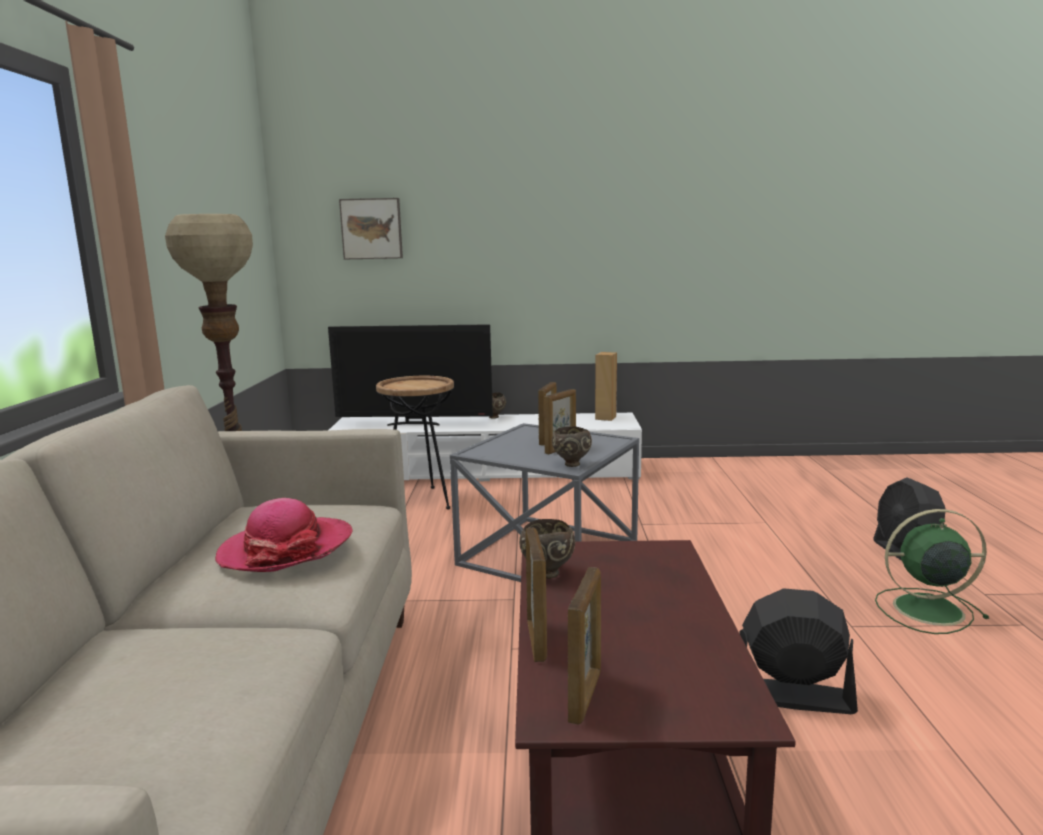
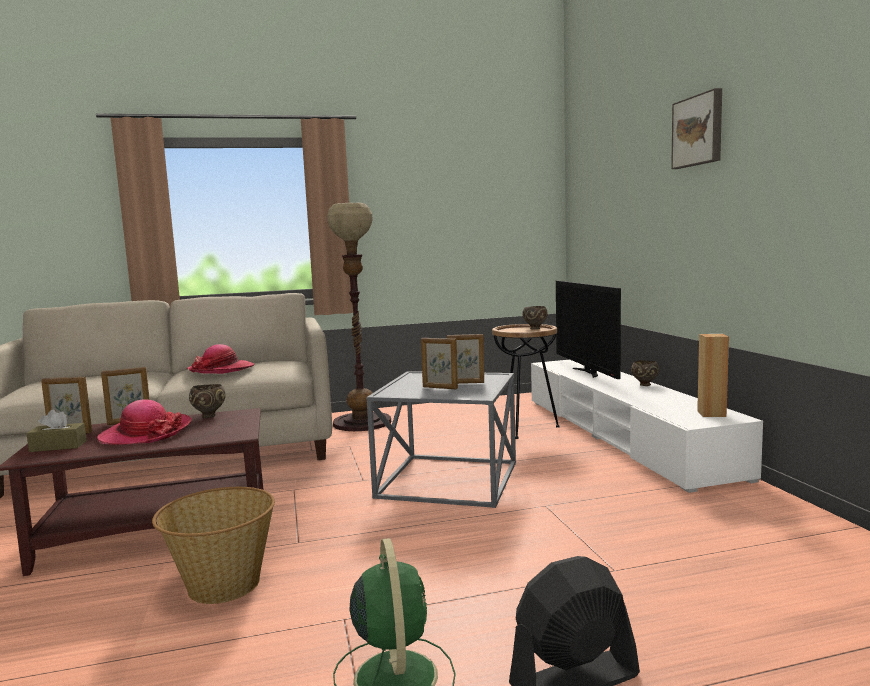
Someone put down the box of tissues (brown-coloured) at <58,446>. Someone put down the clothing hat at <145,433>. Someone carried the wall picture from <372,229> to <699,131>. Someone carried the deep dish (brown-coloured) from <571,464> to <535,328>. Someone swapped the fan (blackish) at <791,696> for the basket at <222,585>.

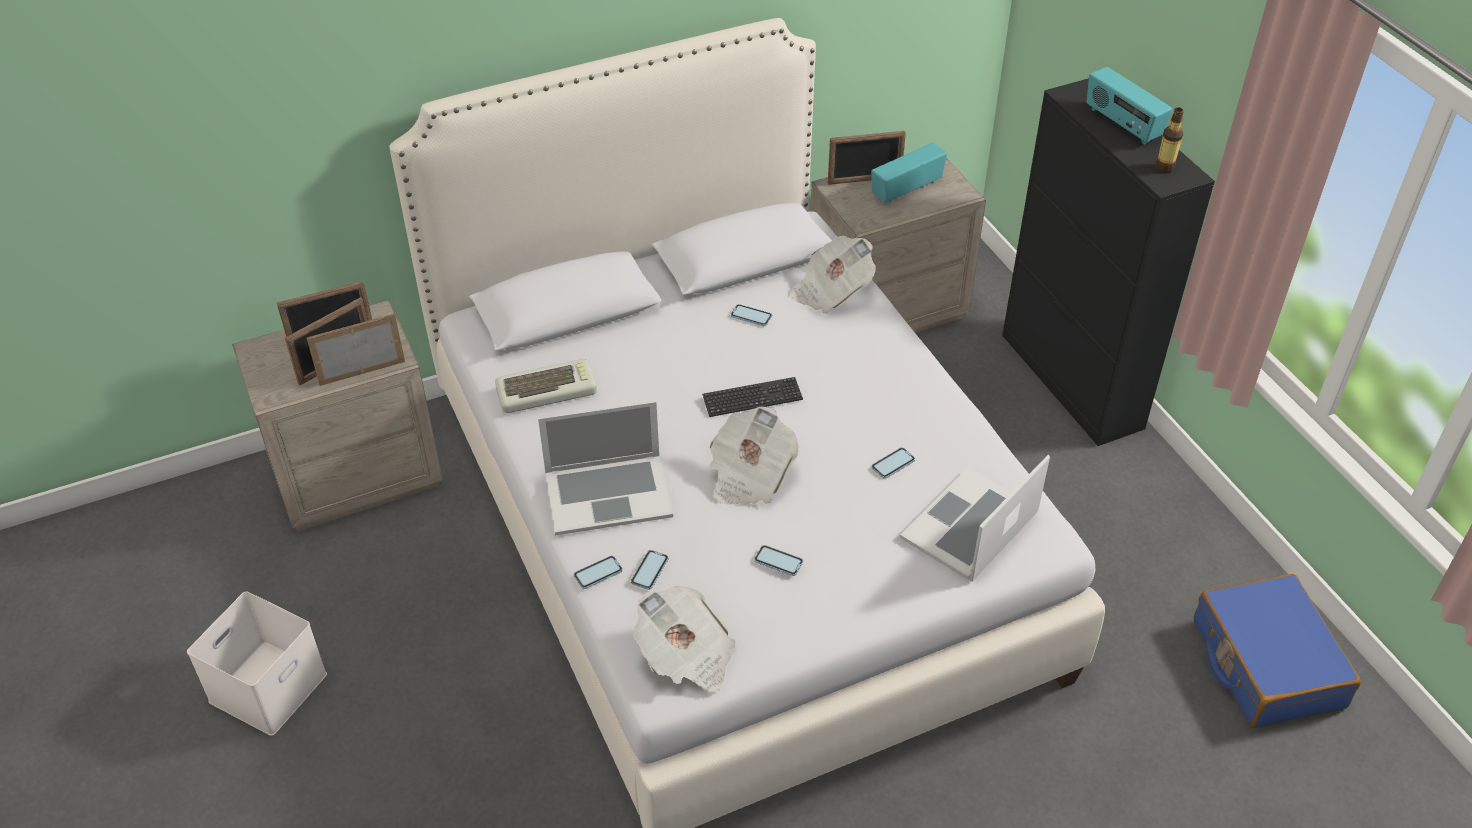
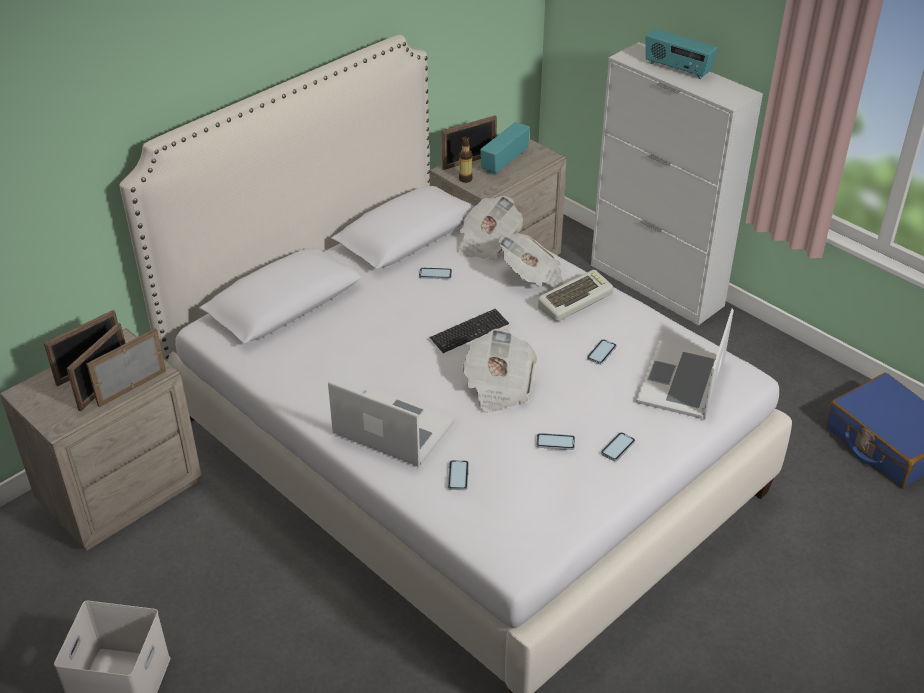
Someone carried the computer keyboard from <547,390> to <574,300>. Someone carried the telephone from <598,573> to <617,447>. Someone carried the daily paper from <686,656> to <532,276>. Someone carried the drink bottle from <1164,168> to <465,179>. Someone repainted the cupboard (blackish) at <1071,381>, which became the cupboard (white) at <656,286>. Someone rotated the portable computer at <608,493> by 120 degrees counterclockwise.

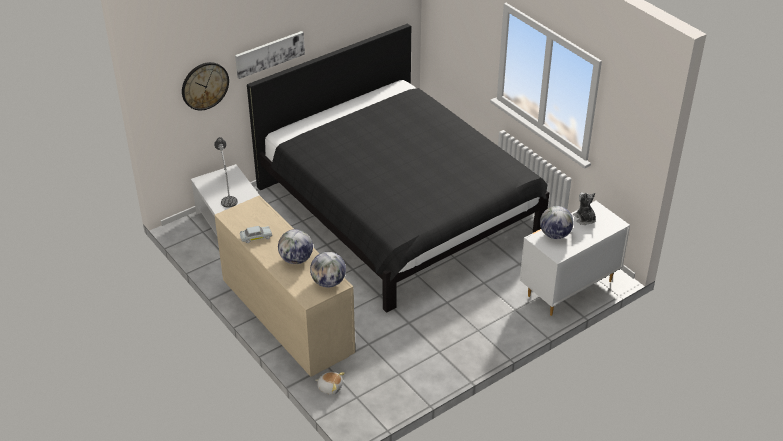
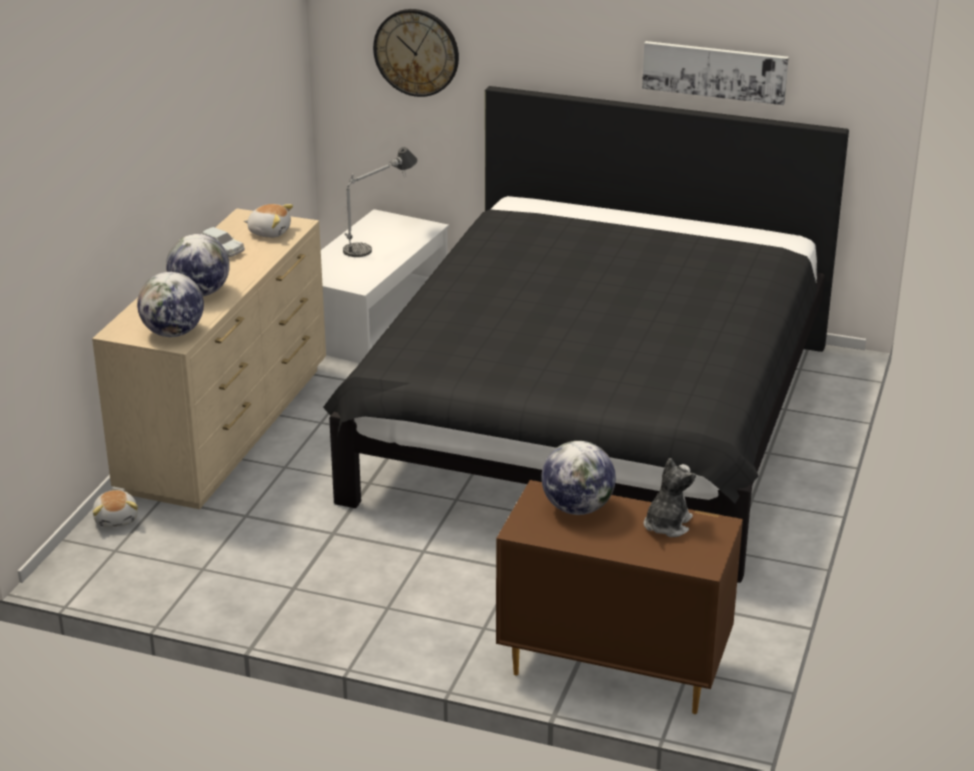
Someone put down the plush toy at <269,232>. Someone carried the wall picture from <269,54> to <714,71>. Someone repainted the chest of drawers (white) at <568,288>, which became the chest of drawers (brown-coloured) at <612,668>.

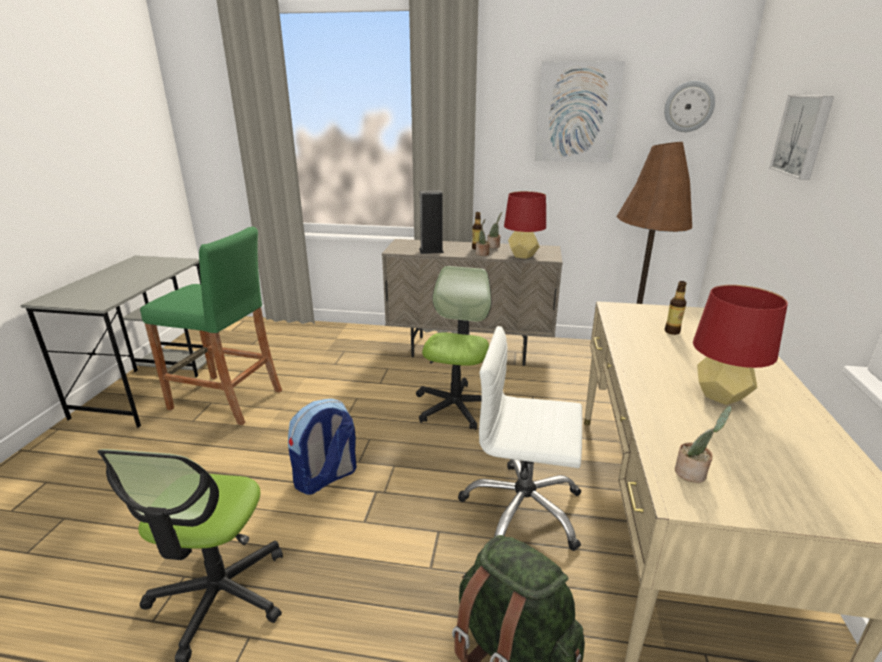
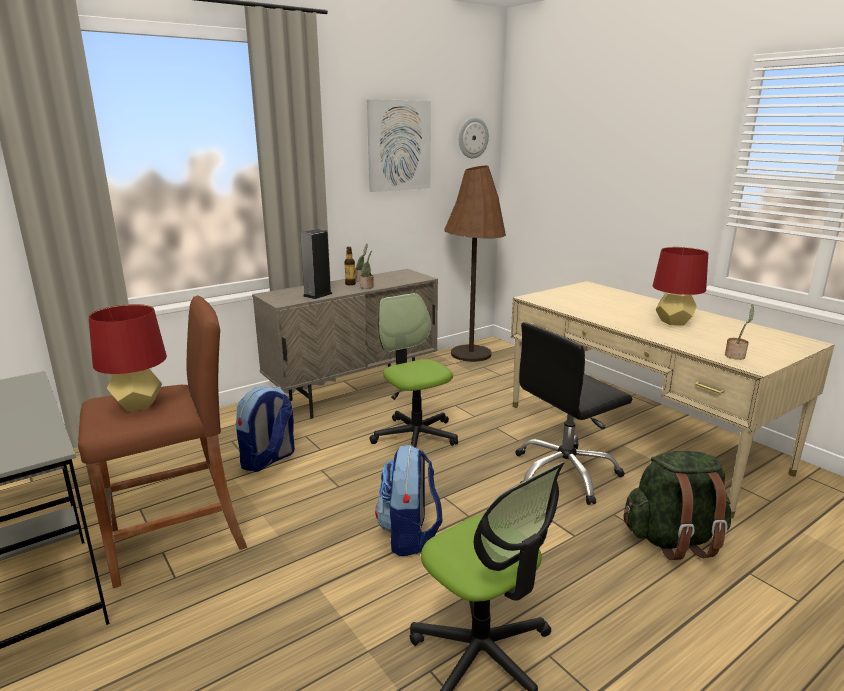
Someone took away the drink bottle at <672,331>. Someone took away the wall picture at <803,135>. Someone put down the knapsack at <268,460>. Someone carried the tabletop lamp (red-coloured) from <523,256> to <138,404>. Someone repainted the stool (green-coloured) at <226,399>, which became the stool (brown-coloured) at <177,540>. Someone repainted the computer chair (white) at <522,510>, which became the computer chair (blackish) at <565,473>.

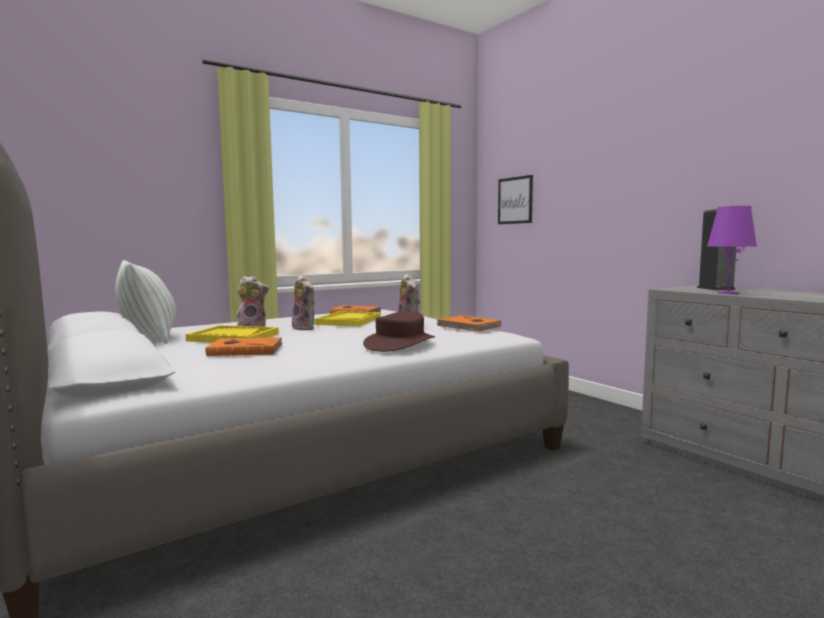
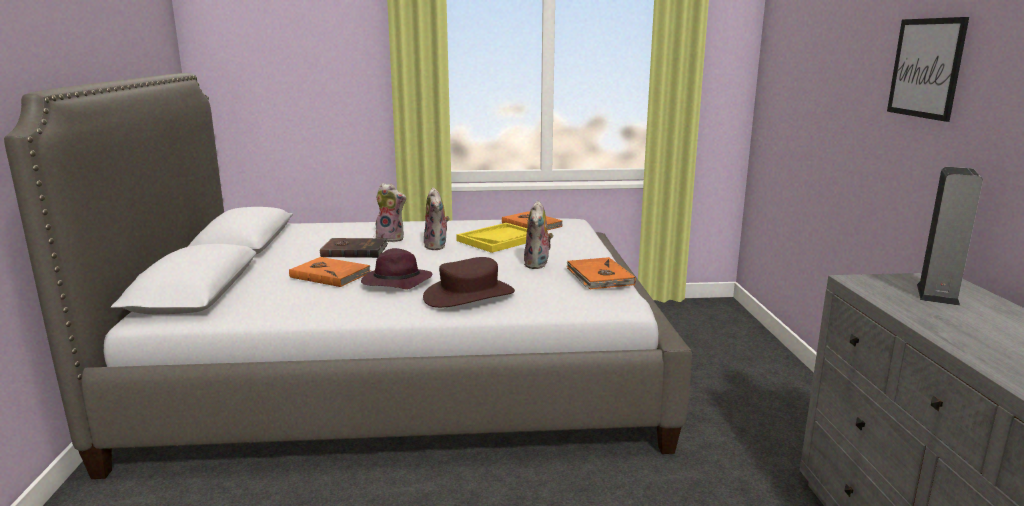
Someone took away the pillow at <149,338>. Someone took away the tabletop lamp (purplish) at <728,293>. Someone put down the clothing hat (purplish) at <395,283>. Someone carried the wall picture from <515,200> to <926,68>. Someone swapped the serving tray (yellowish) at <233,337> for the book (brown-coloured) at <354,250>.

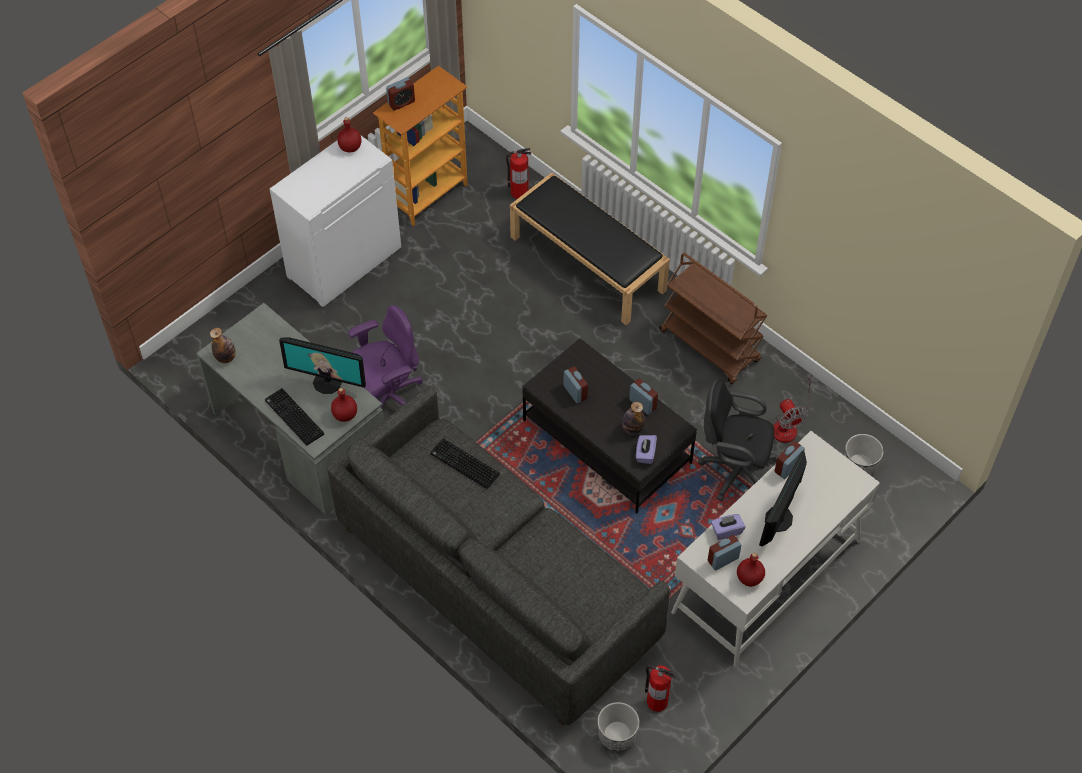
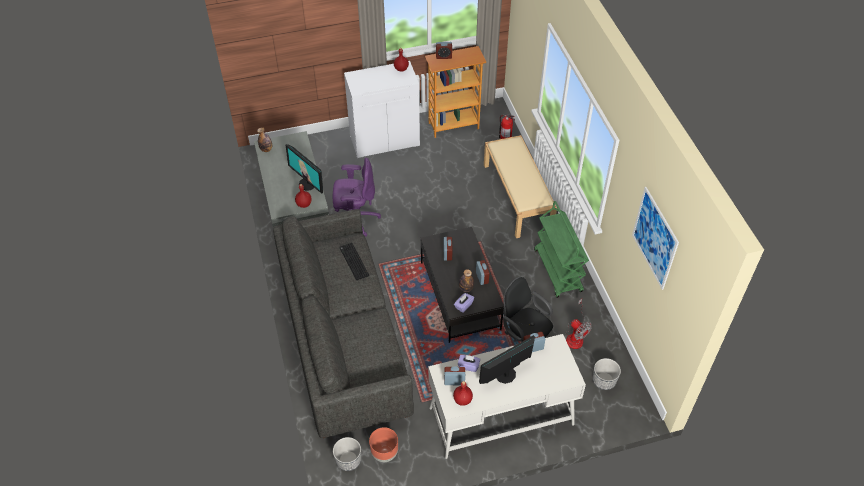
Someone took away the computer keyboard at <293,417>. Someone put up the wall picture at <655,238>. Someone swapped the fire extinguisher at <656,701> for the planter (brown-coloured) at <385,453>. Someone repainted the long seat (blackish) at <589,263>, which became the long seat (beige) at <518,196>. Someone repainted the wheeled cart (brown-coloured) at <710,346>, which became the wheeled cart (green-coloured) at <558,271>. Someone rotated the fan at <788,424> by 45 degrees counterclockwise.

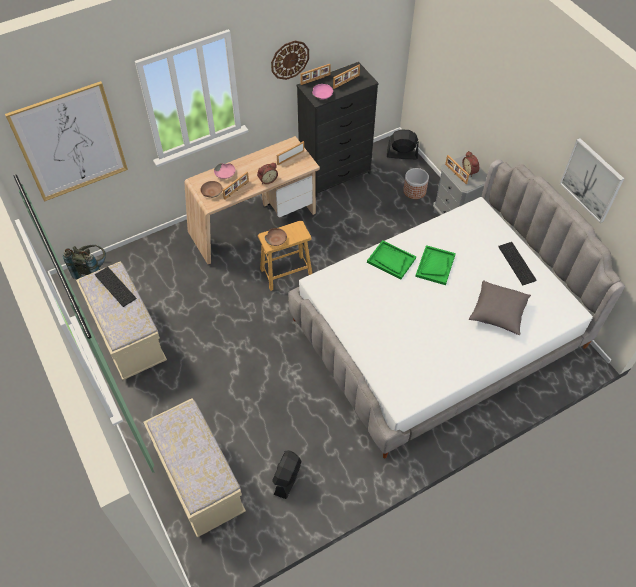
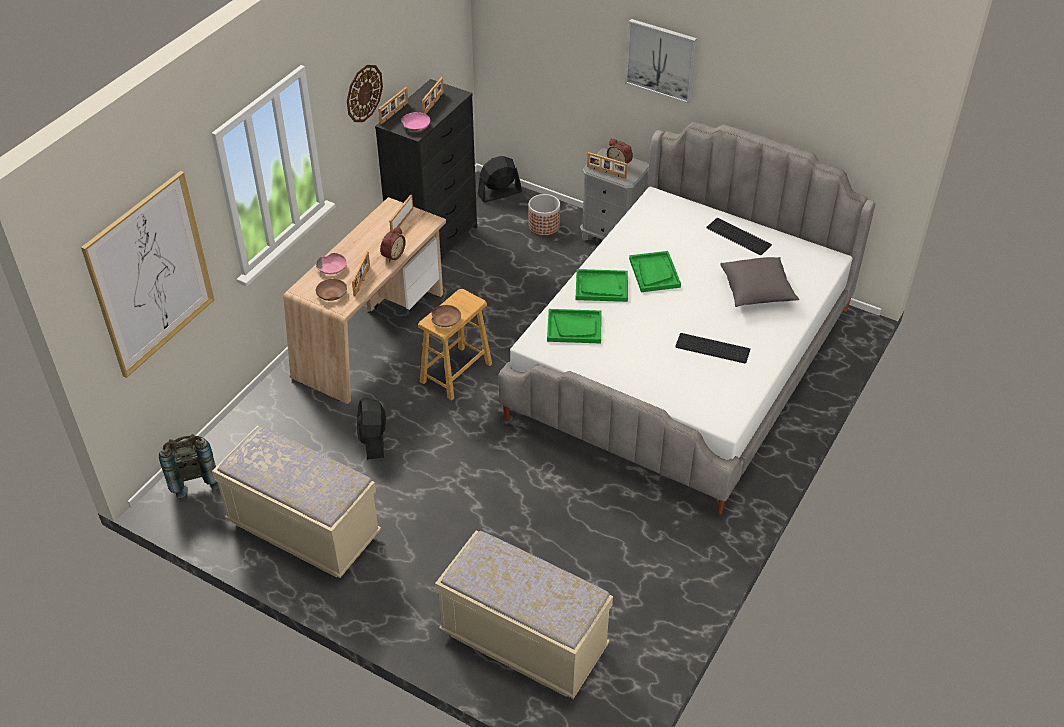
Someone put down the serving tray (green-coloured) at <574,327>. Someone carried the computer keyboard from <114,287> to <711,349>. Someone carried the fan (blackish) from <287,478> to <373,440>. Someone carried the wall picture from <592,180> to <661,60>.

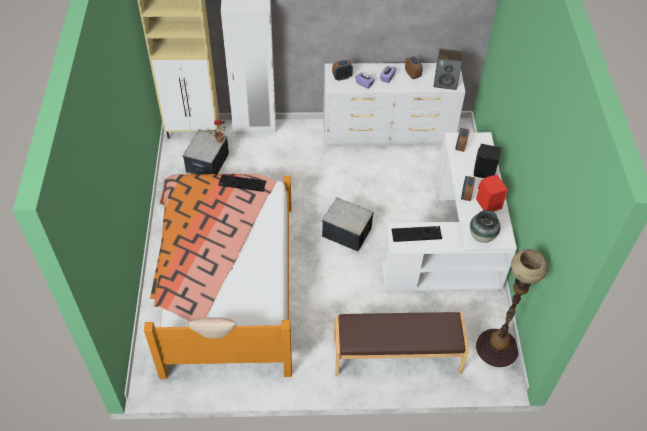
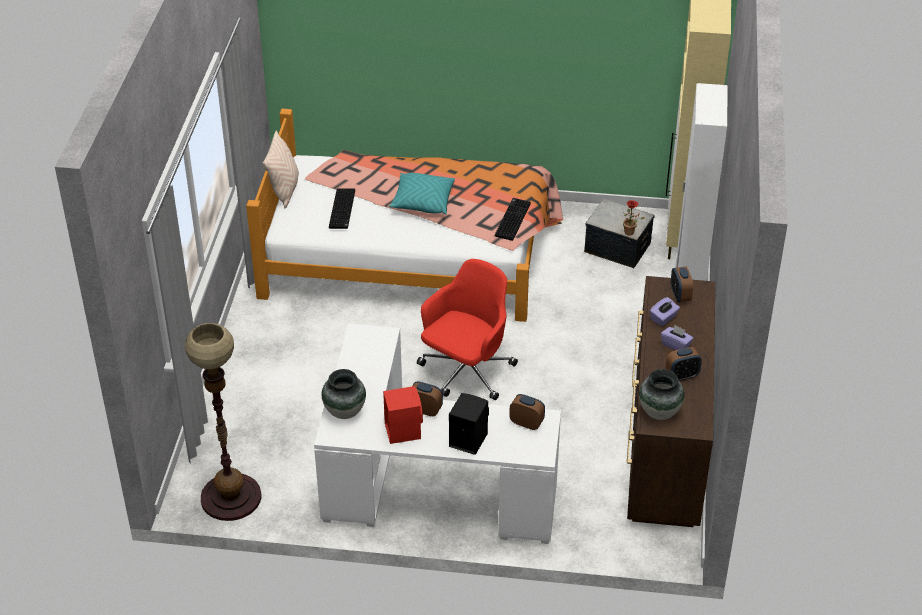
Someone took away the long seat (brown-coloured) at <396,356>. Someone put down the pillow (blue-green) at <422,202>. Someone carried the computer keyboard from <416,233> to <343,210>. Someone swapped the storage container at <346,232> for the computer chair (red-coloured) at <466,372>. Someone swapped the loudspeaker at <445,83> for the vase at <659,412>. Someone repainted the chest of drawers (white) at <388,134>, which became the chest of drawers (brown-coloured) at <665,447>.

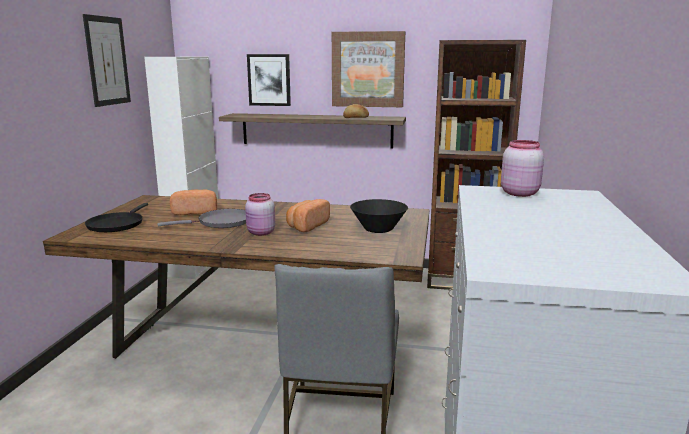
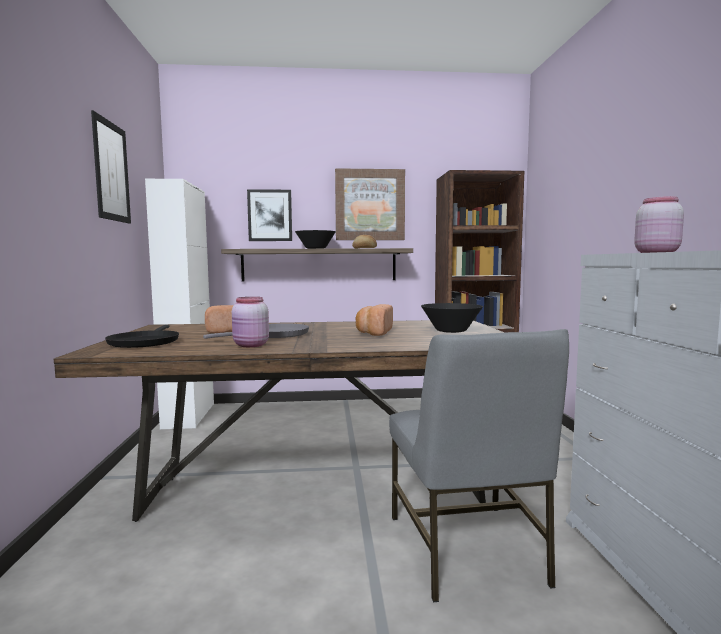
Someone put down the deep dish (blackish) at <315,248>. Someone carried the jar (pinkish) from <260,233> to <251,345>.

